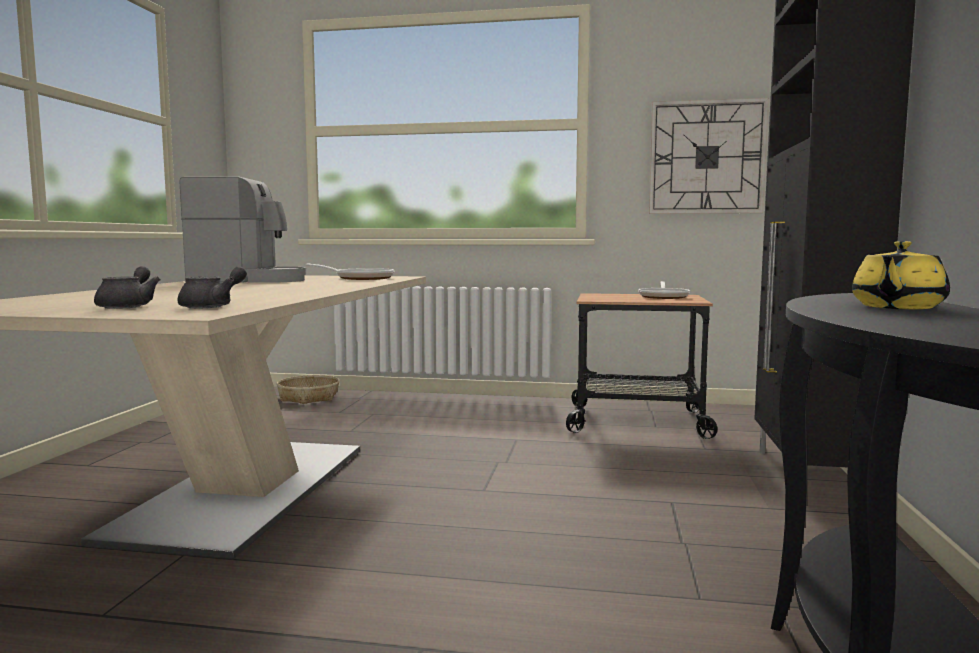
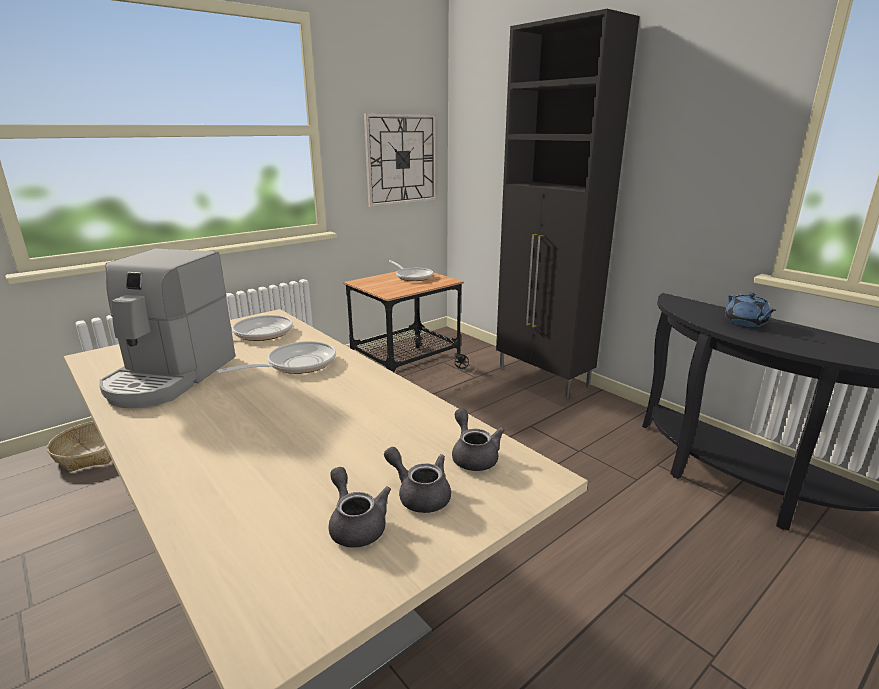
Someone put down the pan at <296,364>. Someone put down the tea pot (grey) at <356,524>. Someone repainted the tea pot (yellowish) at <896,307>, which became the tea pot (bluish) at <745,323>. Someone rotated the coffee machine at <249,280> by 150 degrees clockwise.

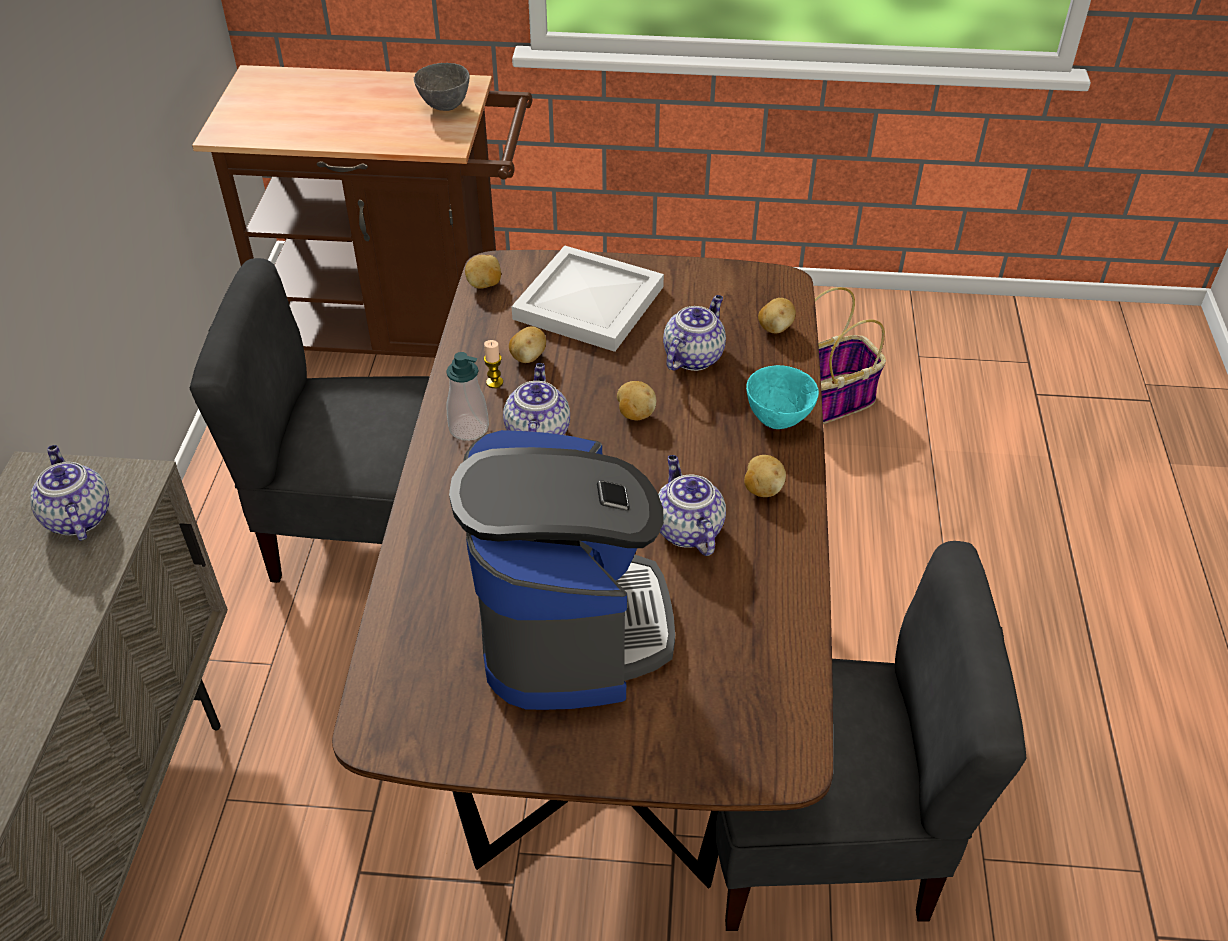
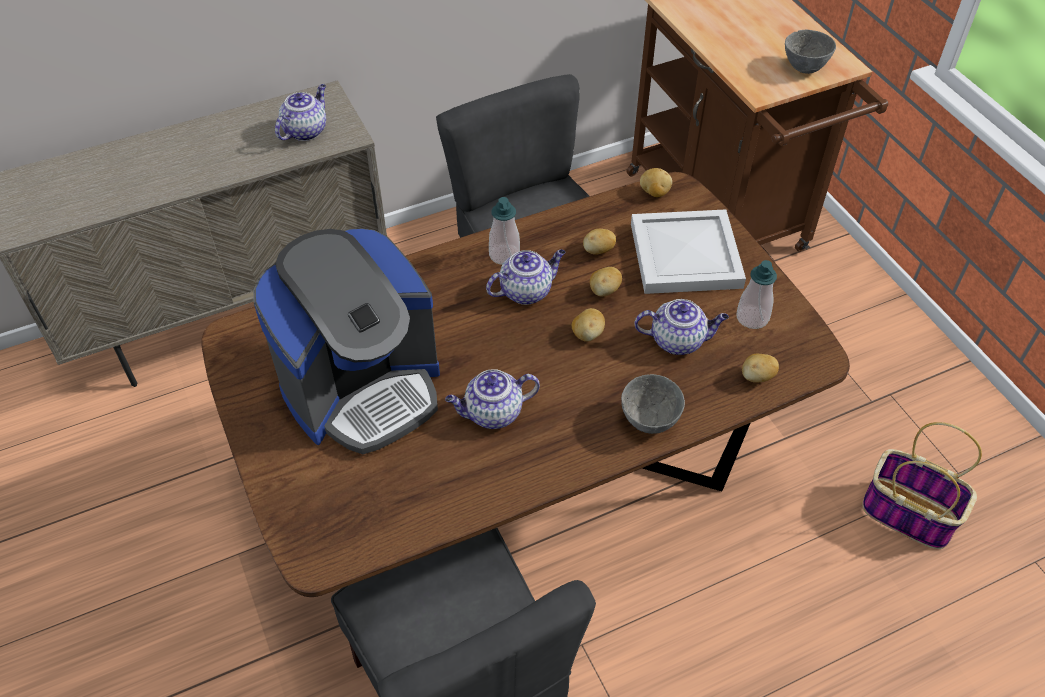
Someone took away the wax candle at <494,382>. Someone put down the soap dispenser at <752,318>. Someone carried the whole potato from <762,489> to <604,291>. Someone repainted the deep dish (blue-green) at <778,418>, which became the deep dish (grey) at <650,421>. Someone rotated the tea pot at <686,529> by 150 degrees counterclockwise.

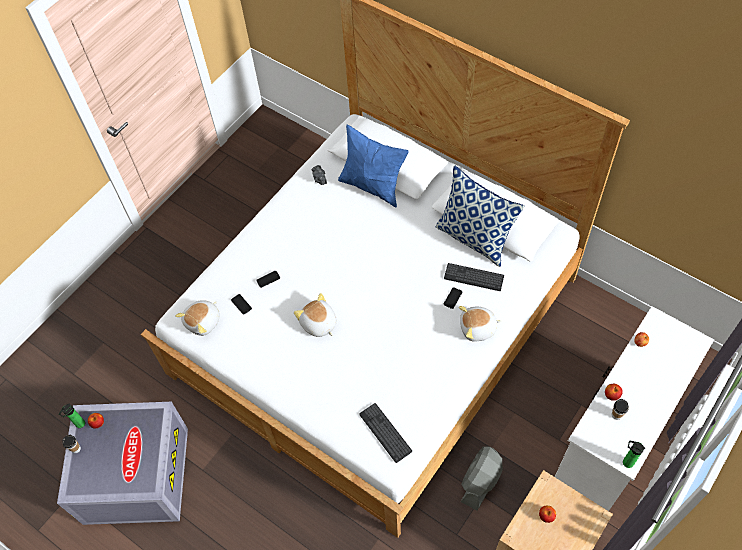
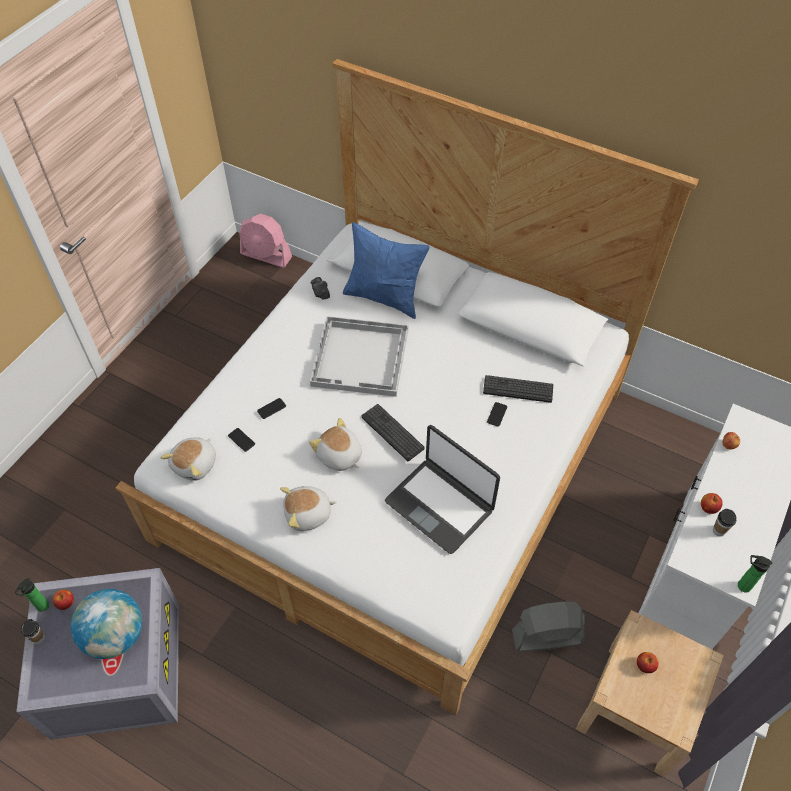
Someone took away the pillow at <475,238>. Someone put down the desk globe at <115,636>. Someone put down the fan (pinkish) at <266,255>. Someone put down the serving tray (white) at <361,358>. Someone put down the portable computer at <440,505>. Someone carried the computer keyboard from <385,432> to <392,432>. Someone carried the plush toy from <478,328> to <308,514>. Someone rotated the fan (grey) at <480,482> by 60 degrees clockwise.

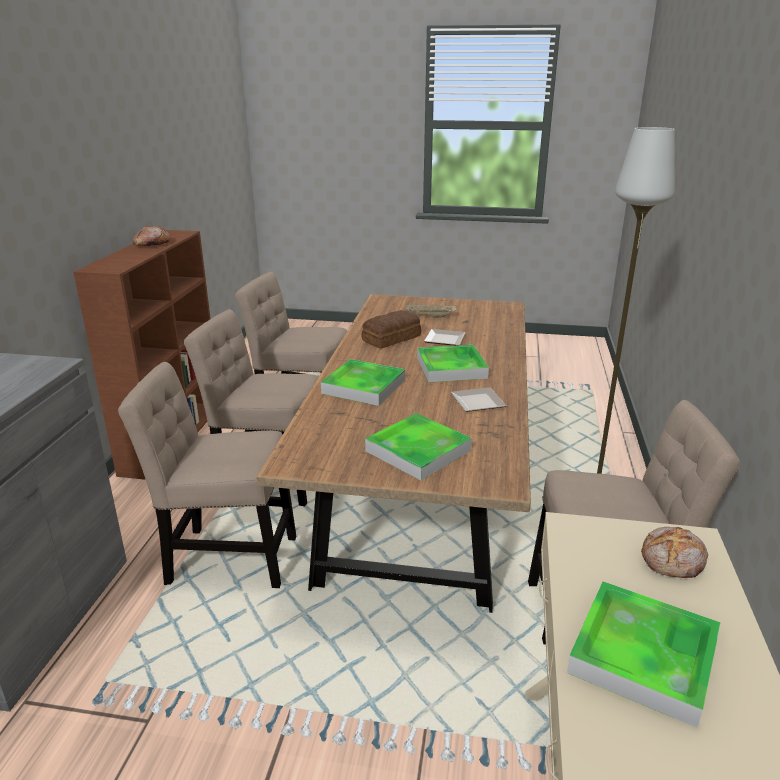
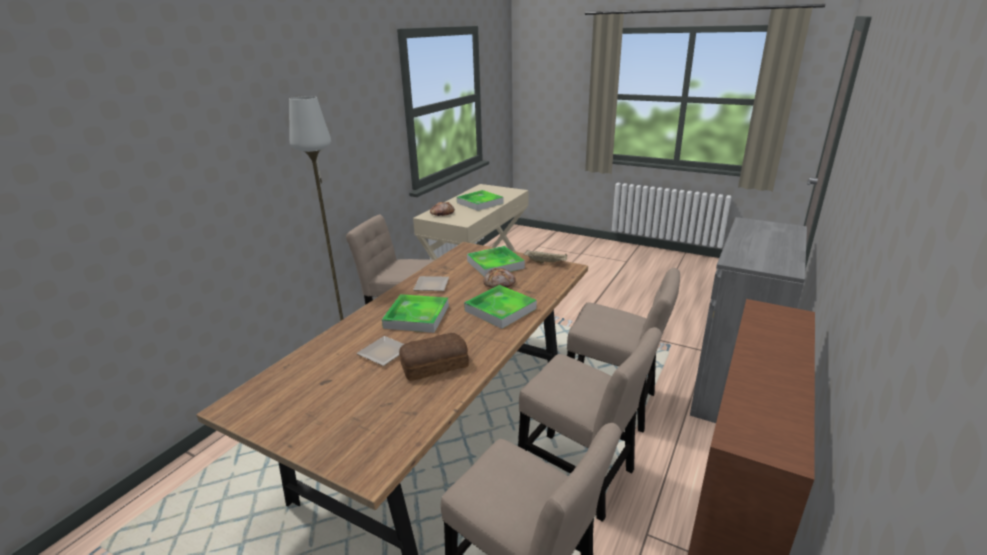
Someone carried the bread from <152,244> to <499,284>. Someone carried the serving tray (beige) from <430,316> to <546,262>.

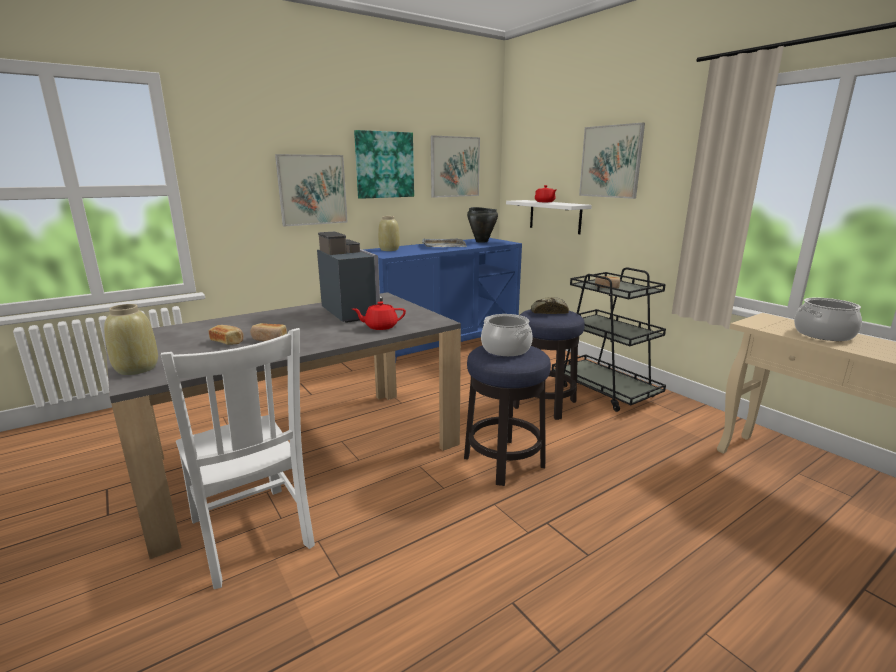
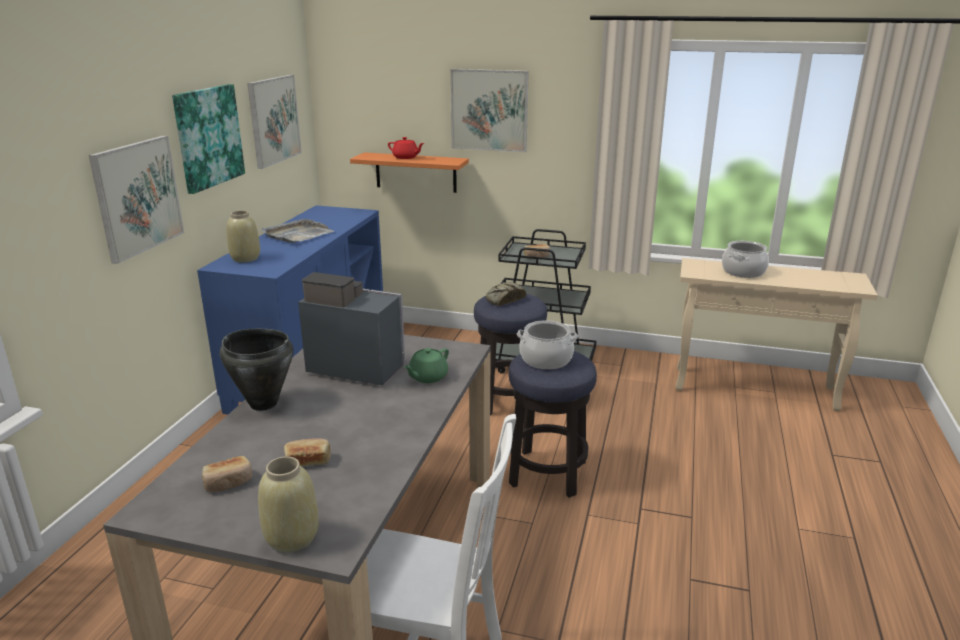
Someone carried the bread from <269,339> to <228,483>. Someone carried the saucepot (blackish) from <481,241> to <263,403>. Someone repainted the tea pot (red-coloured) at <380,327>, which became the tea pot (green-coloured) at <427,377>. Someone repainted the bracket shelf (white) at <555,216>, which became the bracket shelf (orangey) at <415,172>.

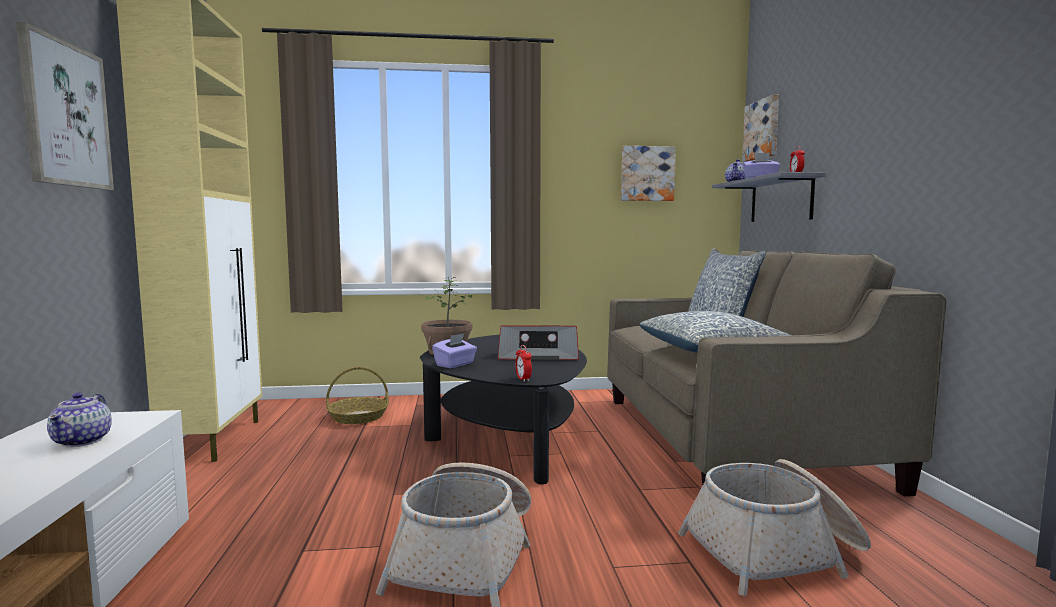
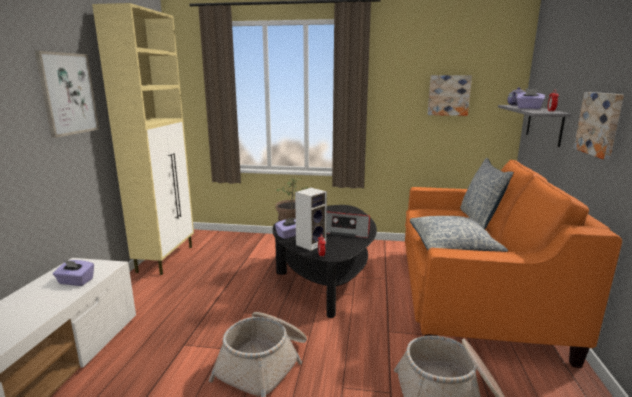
Someone took away the basket at <358,417>. Someone put down the loudspeaker at <311,243>. Someone carried the wall picture from <763,130> to <600,124>. Someone swapped the tea pot at <83,441> for the box of tissues (purplish) at <75,282>. Someone repainted the couch (beige) at <731,439>, which became the couch (orangey) at <473,297>.

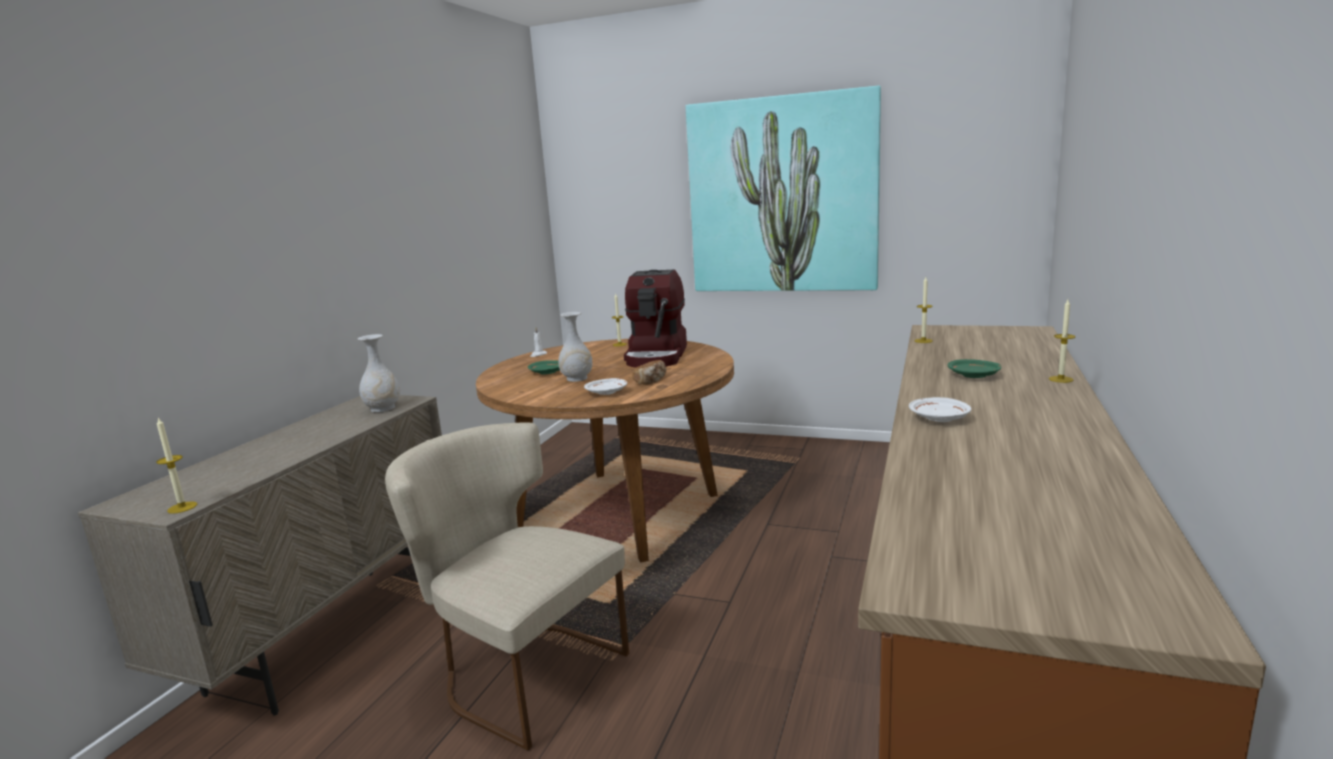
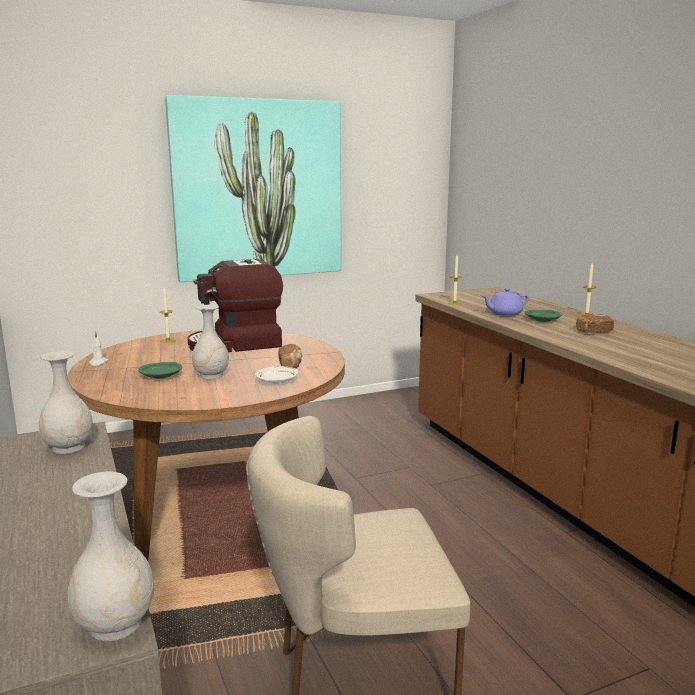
Someone took away the flat dish (white) at <939,418>. Someone put down the tea pot (purplish) at <504,314>. Someone put down the bread at <593,332>. Someone swapped the wax candle at <182,507> for the vase (white) at <116,623>. Someone rotated the coffee machine at <657,356> by 105 degrees clockwise.

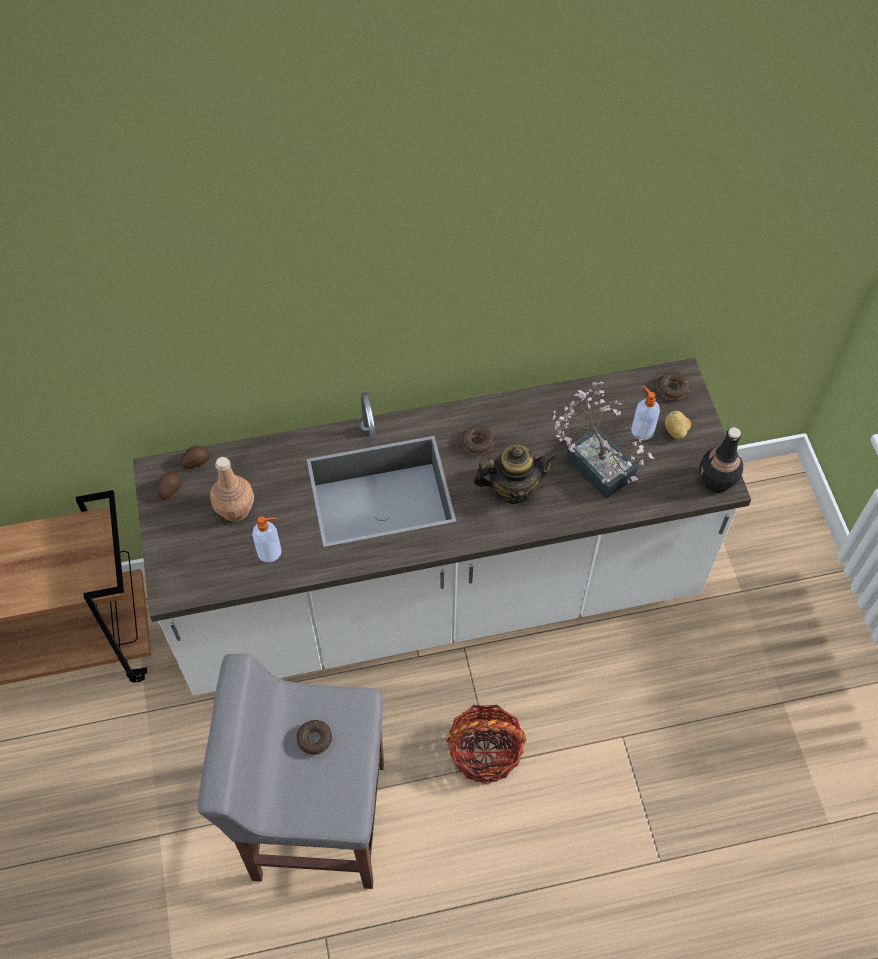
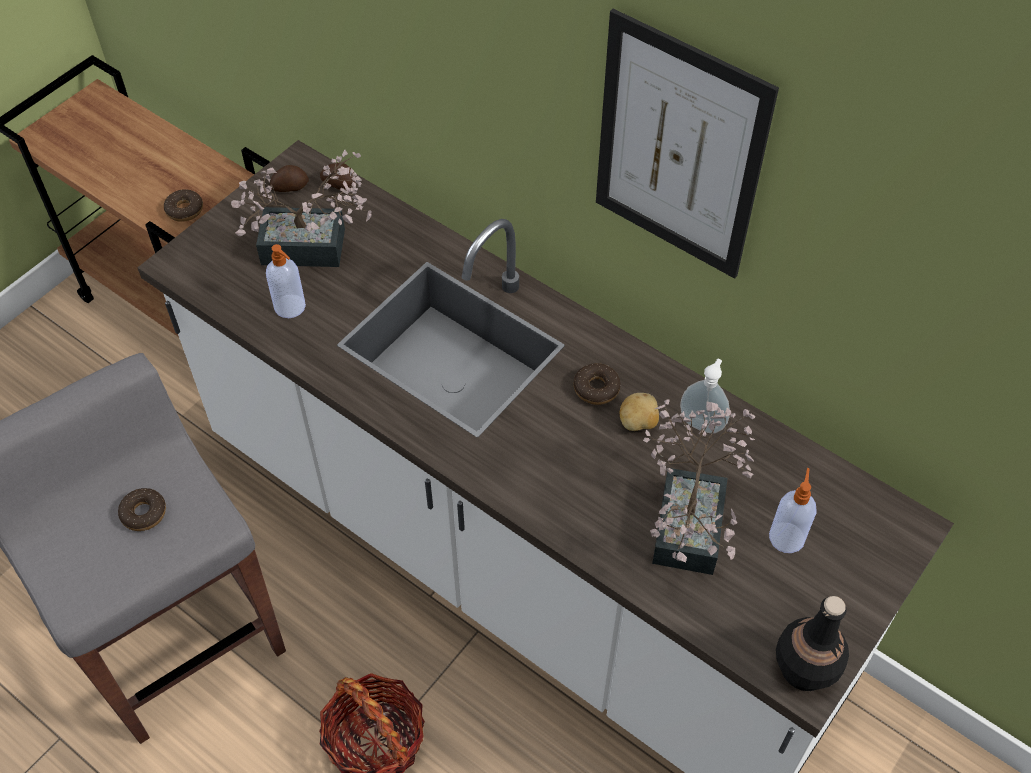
Someone took away the tea pot at <513,488>. Someone put up the wall picture at <679,149>. Someone put down the soap dispenser at <702,423>. Someone carried the donut from <672,389> to <184,210>. Someone carried the whole potato from <676,431> to <638,423>. Someone swapped the drink bottle (brown-coloured) at <235,509> for the houseplant at <314,248>.

